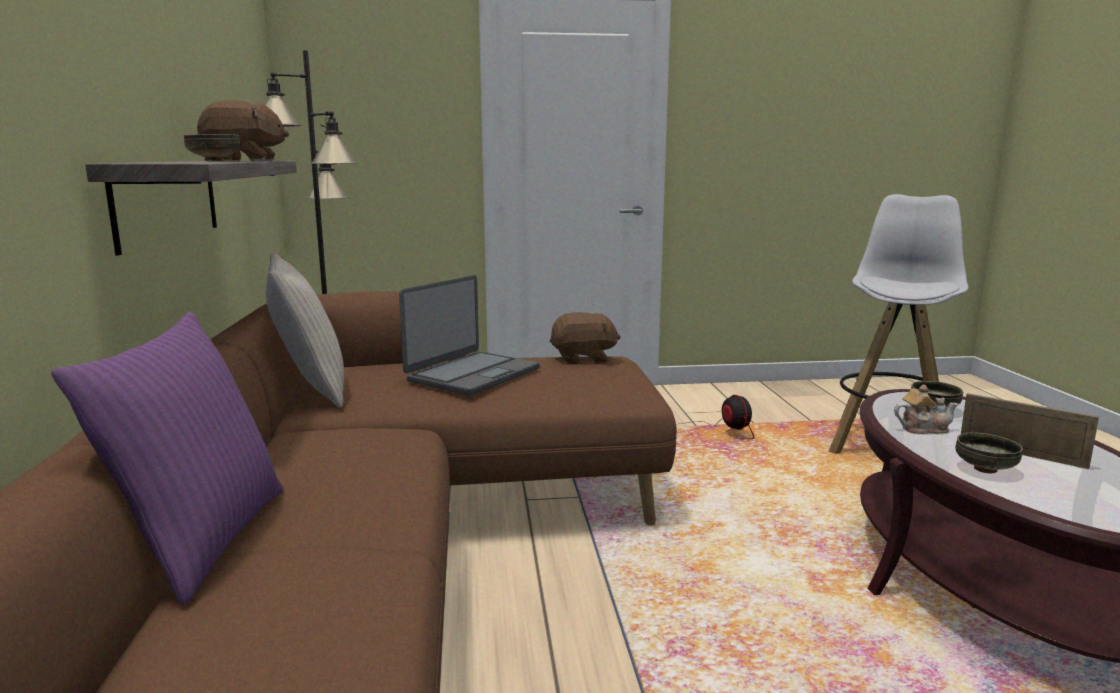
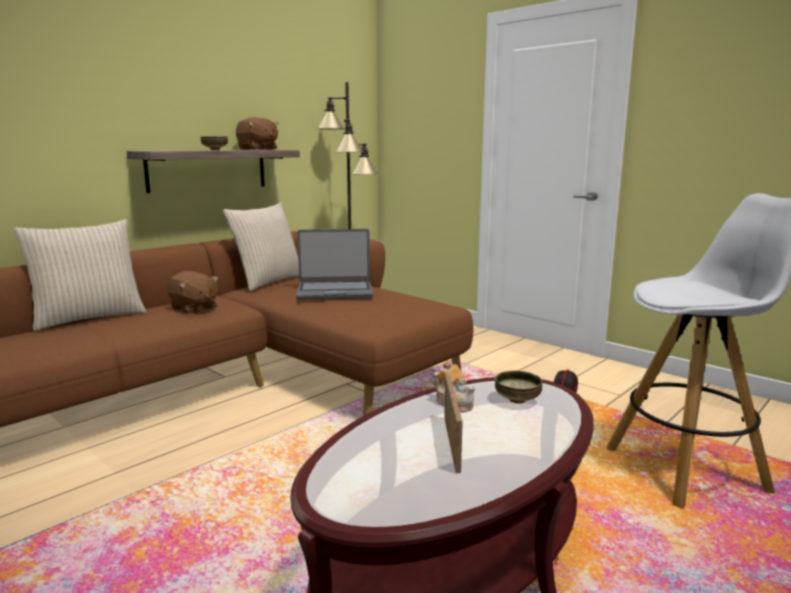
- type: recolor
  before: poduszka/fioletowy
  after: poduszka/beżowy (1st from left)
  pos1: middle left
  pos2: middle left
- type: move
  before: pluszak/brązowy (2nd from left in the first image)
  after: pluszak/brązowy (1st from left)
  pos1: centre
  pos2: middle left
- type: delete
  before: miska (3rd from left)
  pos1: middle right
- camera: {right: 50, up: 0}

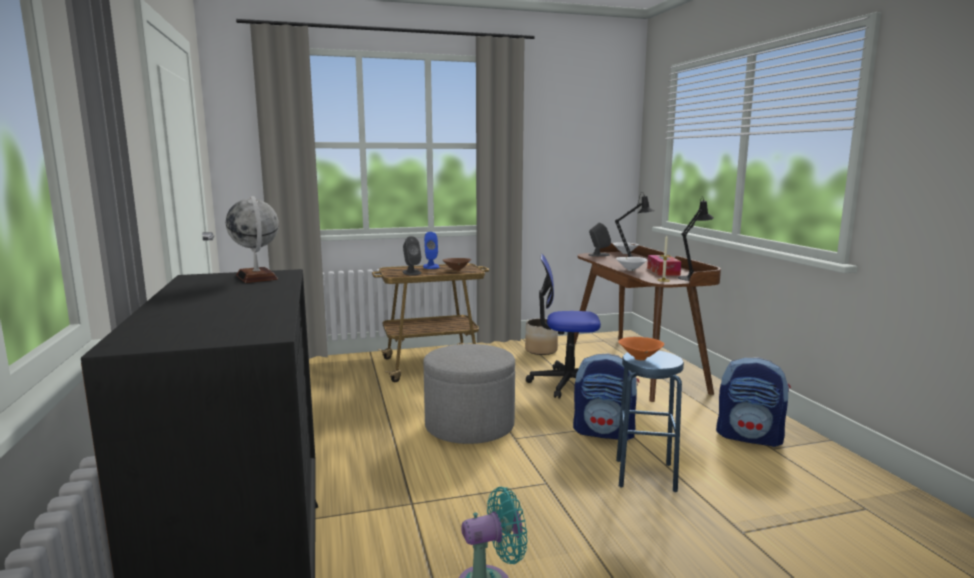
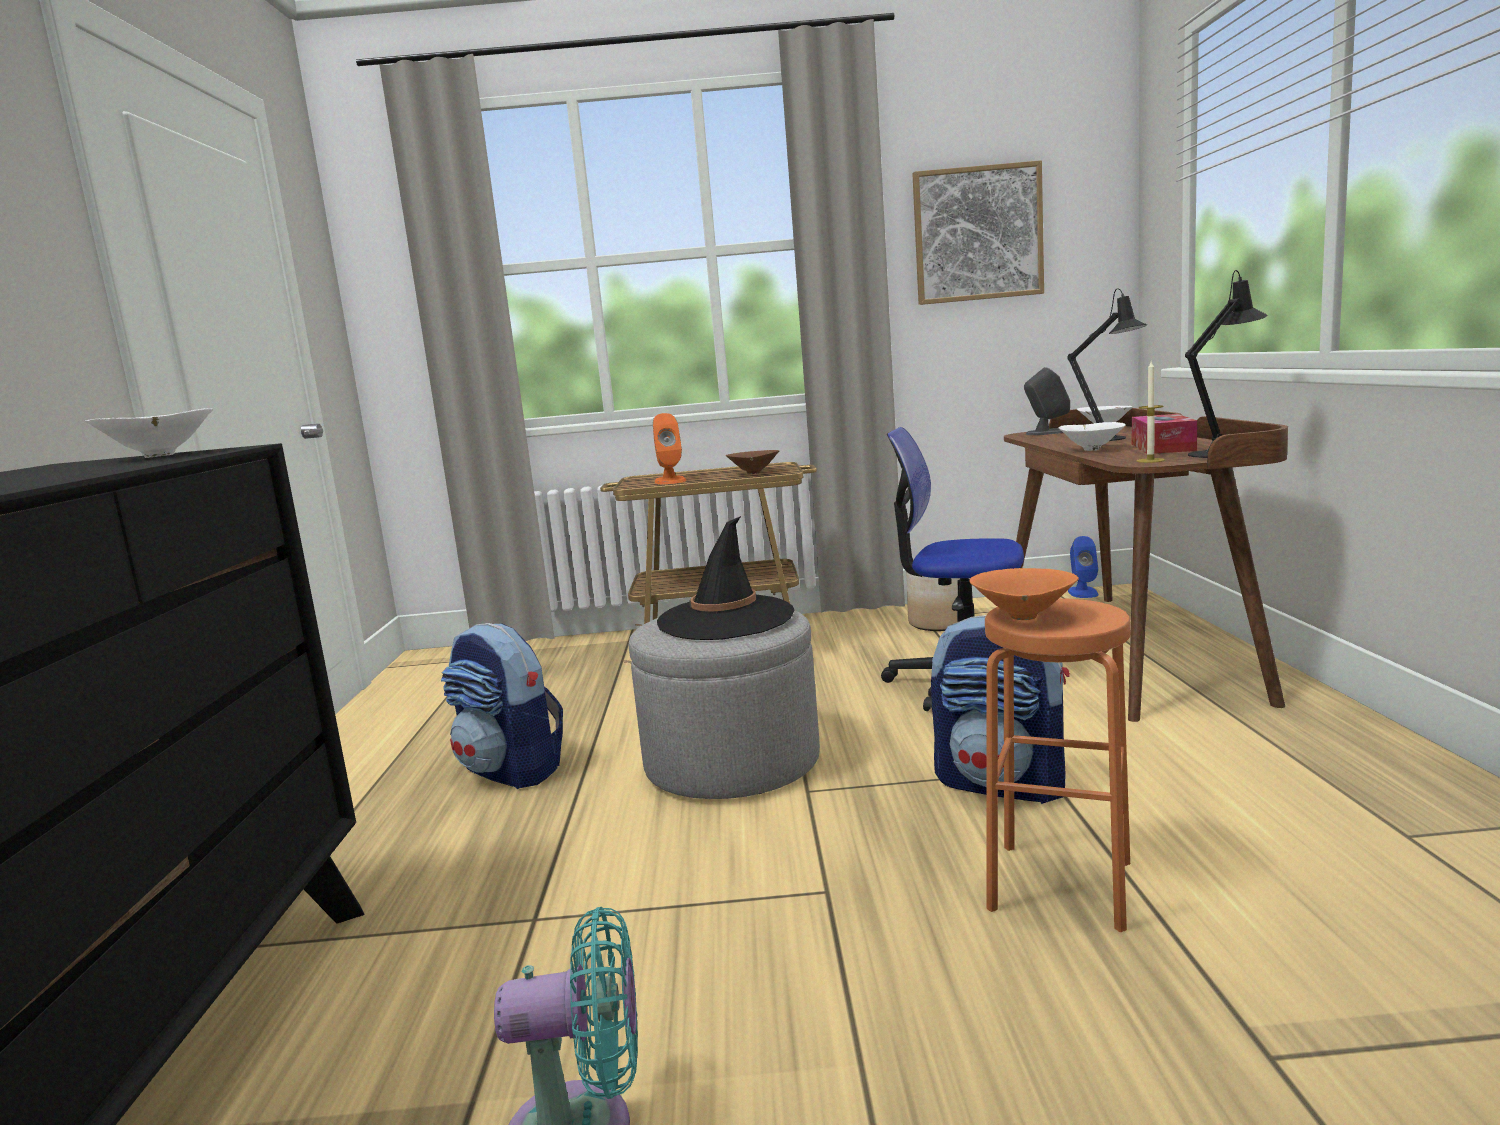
- type: replace
  before: globus
  after: miska/biały (1st from left)
  pos1: middle left
  pos2: middle left
- type: move
  before: plecak (2nd from left in the first image)
  after: plecak (1st from left)
  pos1: bottom right
  pos2: centre
- type: recolor
  before: głośnik/szary (1st from left)
  after: głośnik/pomarańczowy
  pos1: centre
  pos2: centre
- type: insert
  after: kapelusz/czarny
  pos2: centre
- type: insert
  after: obraz
  pos2: top centre
- type: recolor
  before: stołek/niebieski
  after: stołek/pomarańczowy
  pos1: bottom right
  pos2: bottom right
- type: move
  before: głośnik/niebieski
  pos1: centre
  pos2: middle right
- camera: {right: 15, up: 0}

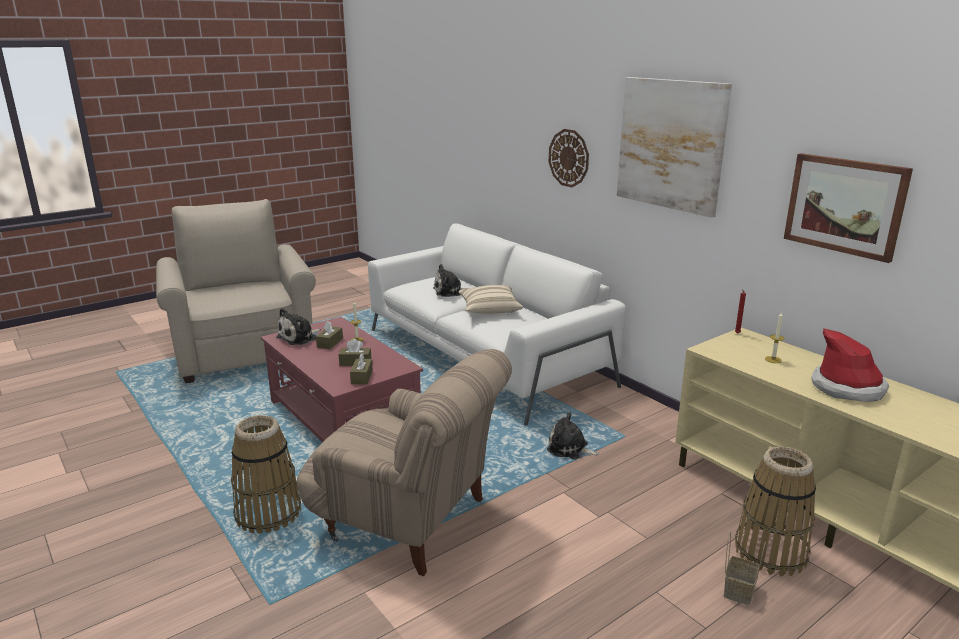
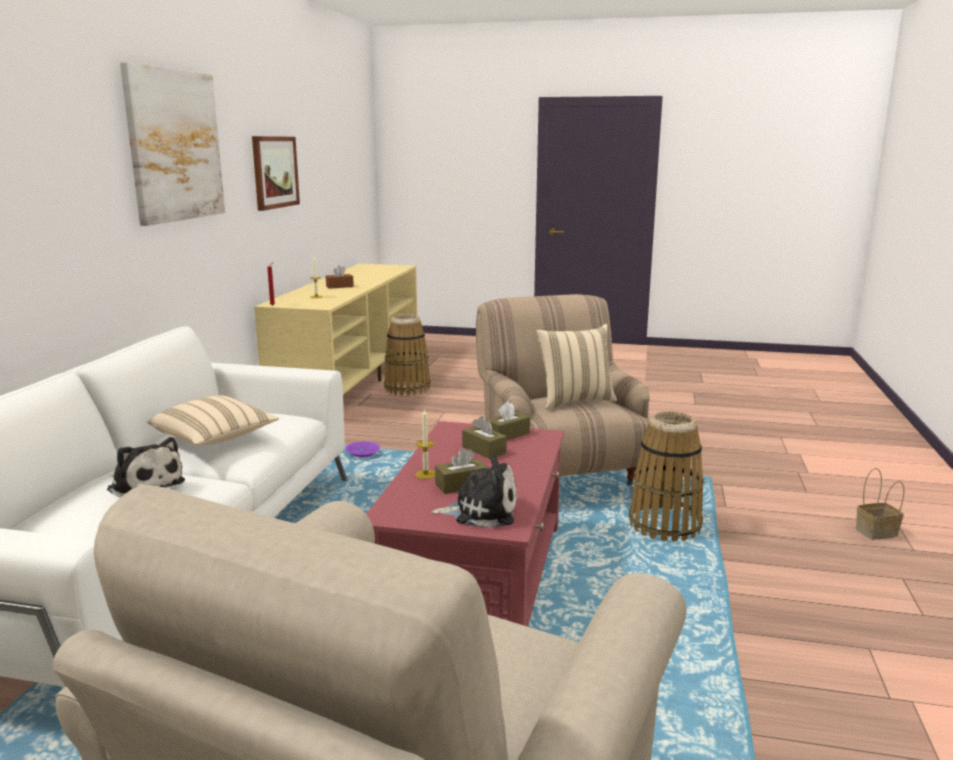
- type: replace
  before: kapelusz
  after: pudełko chusteczek/brązowy (1st from left)
  pos1: middle right
  pos2: centre
- type: replace
  before: pluszak (3rd from left)
  after: miska/fioletowy
  pos1: bottom centre
  pos2: centre
- type: insert
  after: poduszka/beżowy (2nd from left)
  pos2: centre
- type: move
  before: koszyk (2nd from left in the first image)
  after: koszyk (3rd from left)
  pos1: bottom right
  pos2: middle right
- type: delete
  before: zegar ścienny
  pos1: top centre
- camera: {right: -130, up: -5}

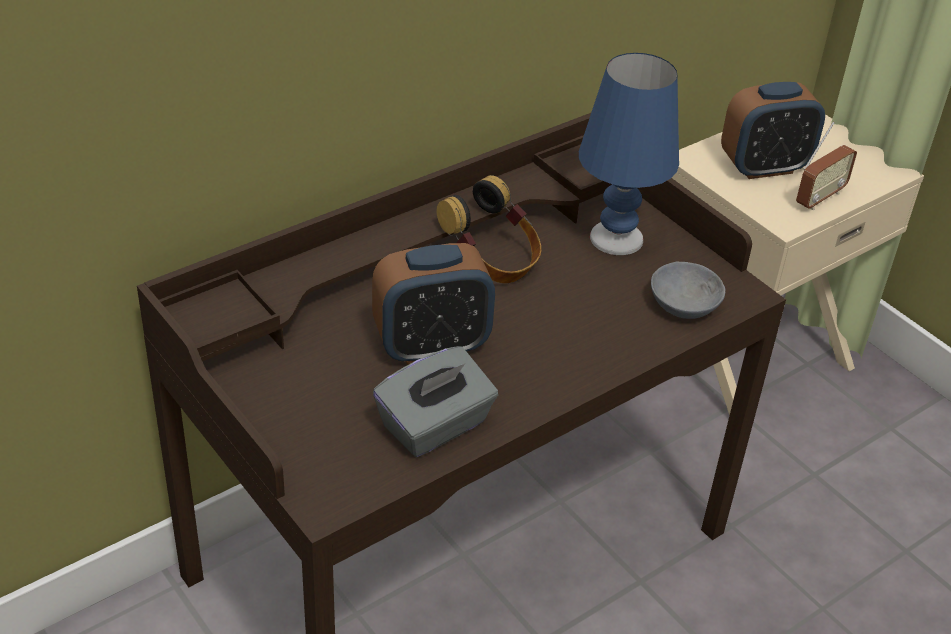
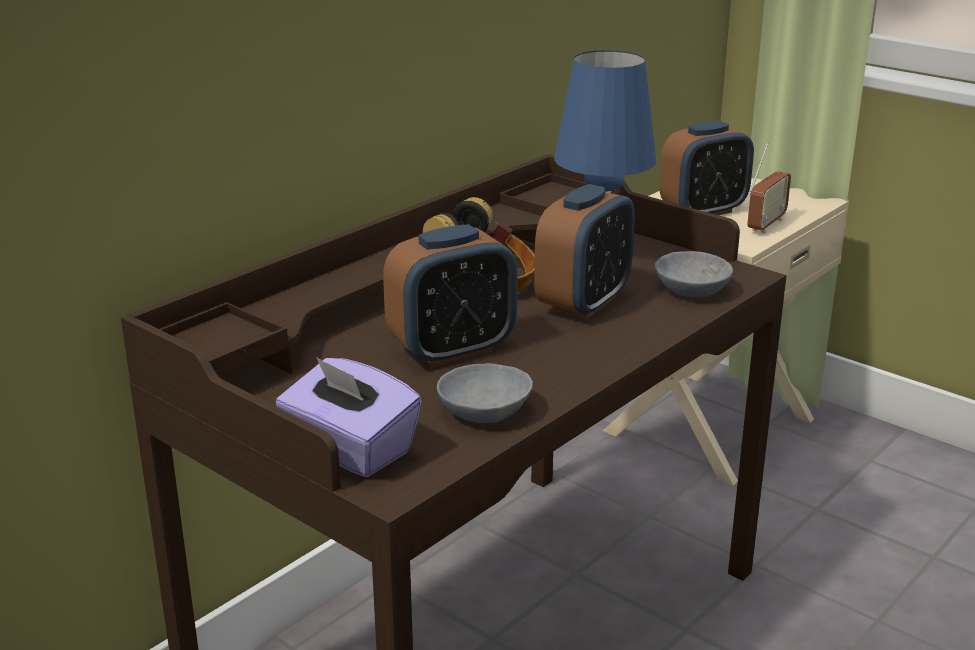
- type: insert
  after: pudełko chusteczek/fioletowy
  pos2: centre
- type: replace
  before: pudełko chusteczek/szary
  after: miska/szary (1st from left)
  pos1: centre
  pos2: centre
- type: insert
  after: budzik (2nd from left)
  pos2: centre
- camera: {right: -10, up: -15}

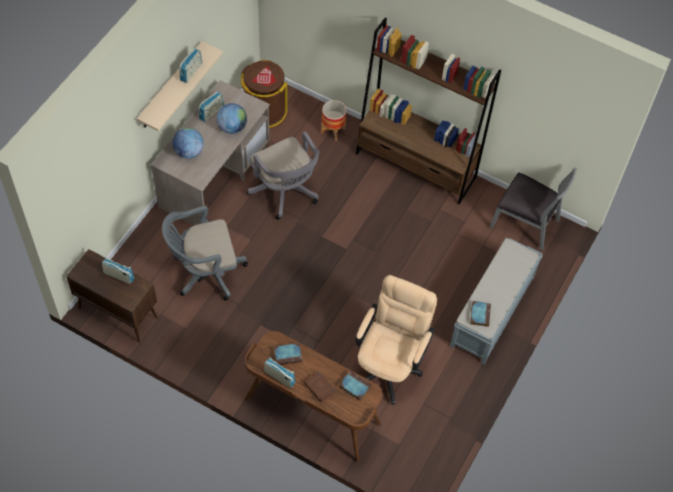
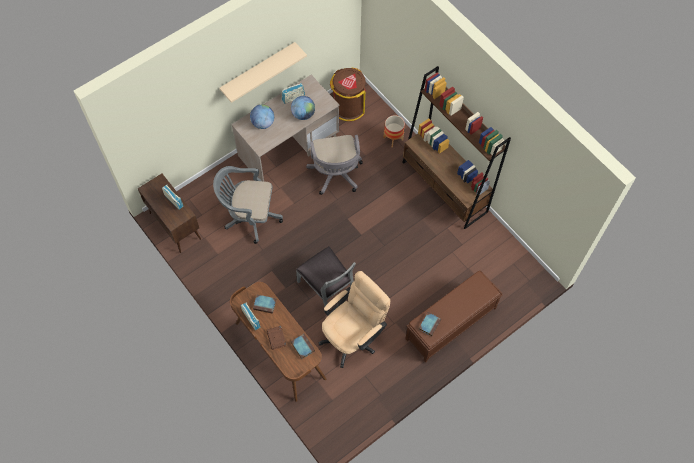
- type: move
  before: krzesło/szary
  pos1: middle right
  pos2: centre
- type: recolor
  before: ławka/szary
  after: ławka/brązowy
  pos1: middle right
  pos2: bottom centre
- type: delete
  before: radio (2nd from left)
  pos1: top left
- camera: {right: 25, up: 5}

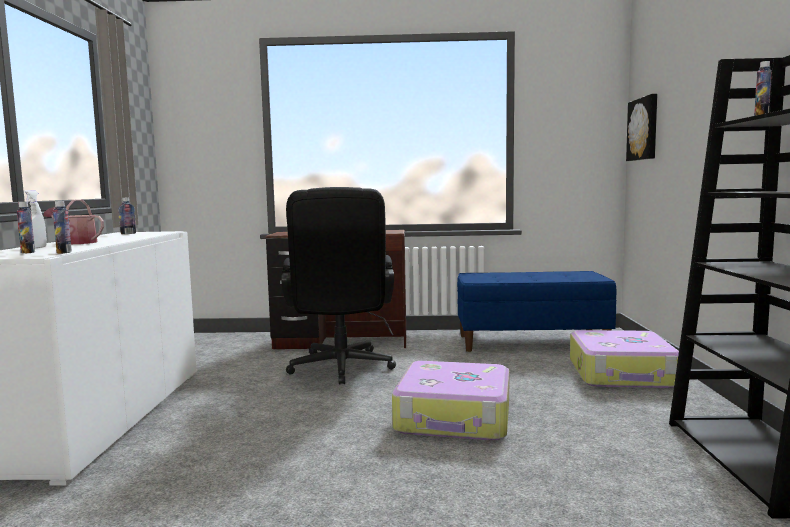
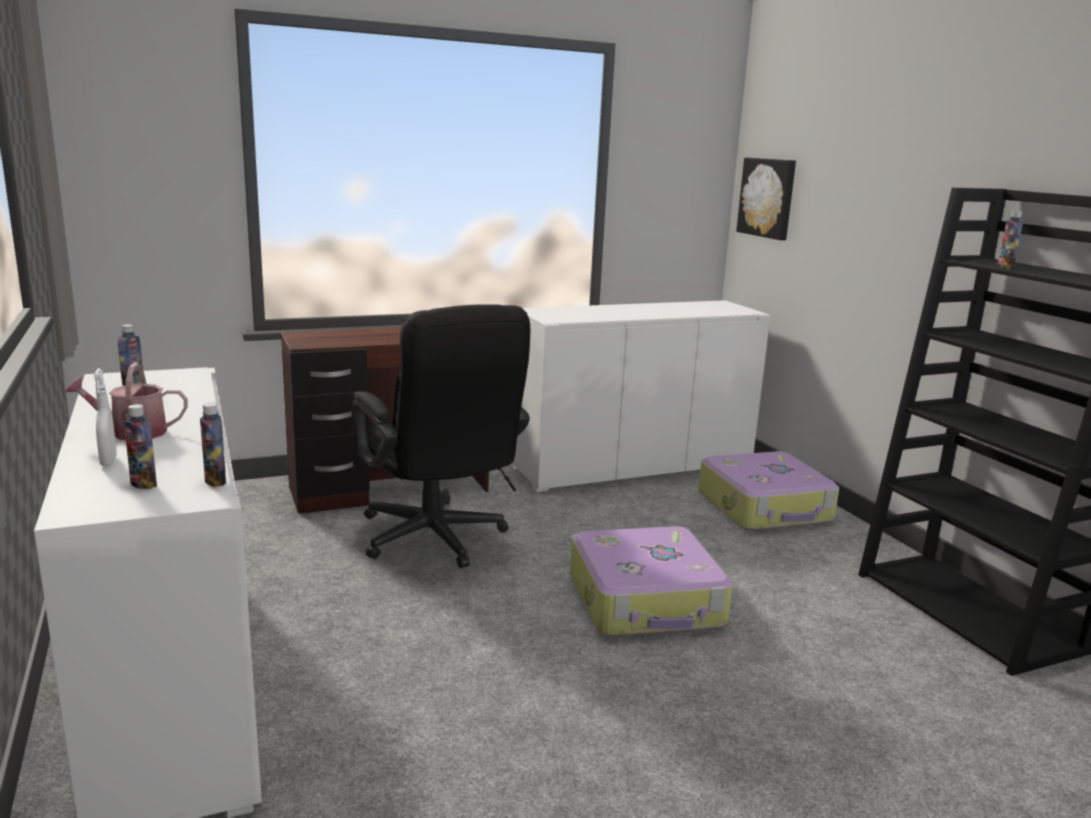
- type: replace
  before: ławka/niebieski
  after: szafka/biały (2nd from left)
  pos1: middle right
  pos2: centre
- camera: {right: -25, up: 10}

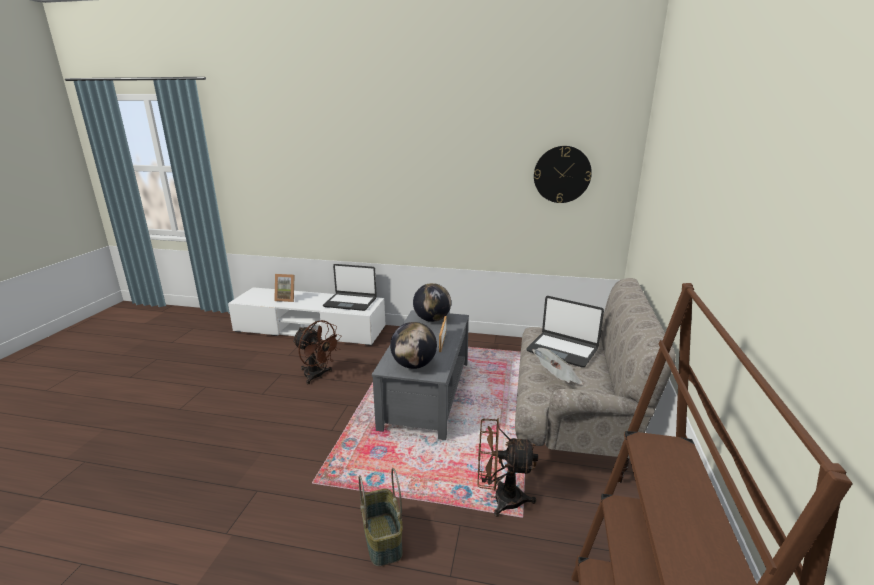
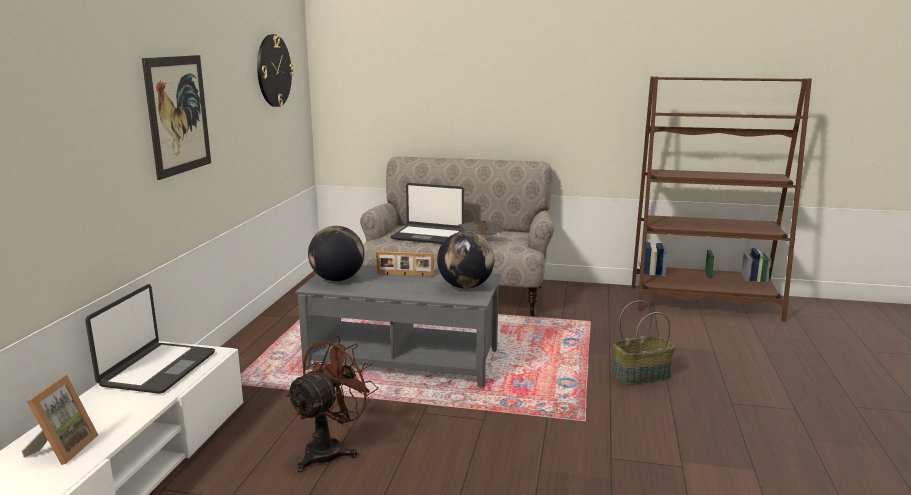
- type: insert
  after: obraz
  pos2: top left
- type: rotate
  before: laptop (2nd from left)
  pos1: centre
  pos2: centre
  turn: 75
- type: delete
  before: wentylator/brązowy (2nd from left)
  pos1: bottom centre
- camera: {right: -90, up: -5}

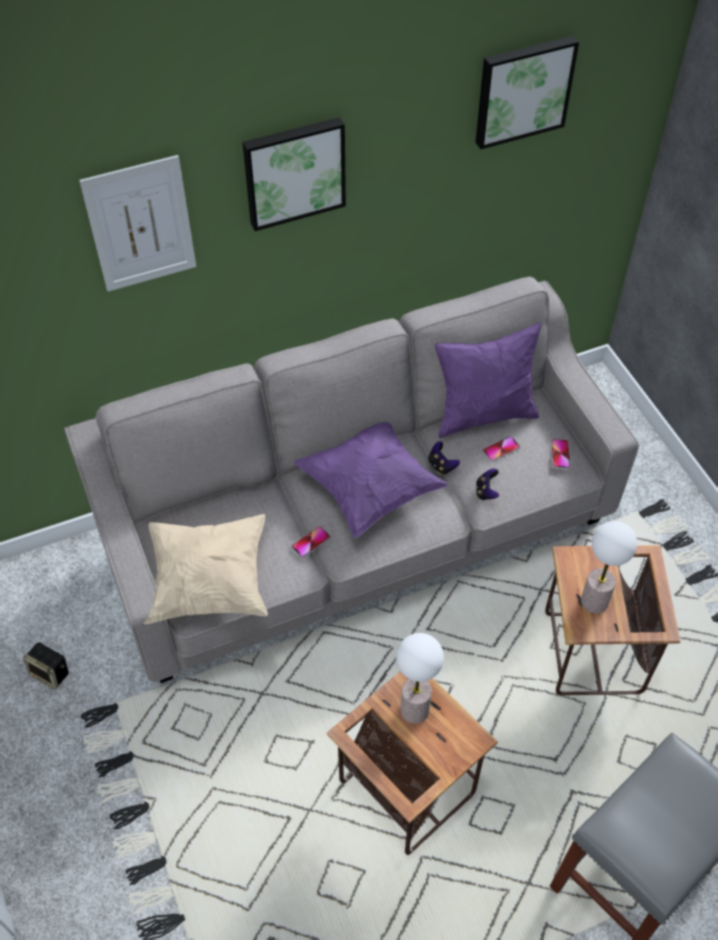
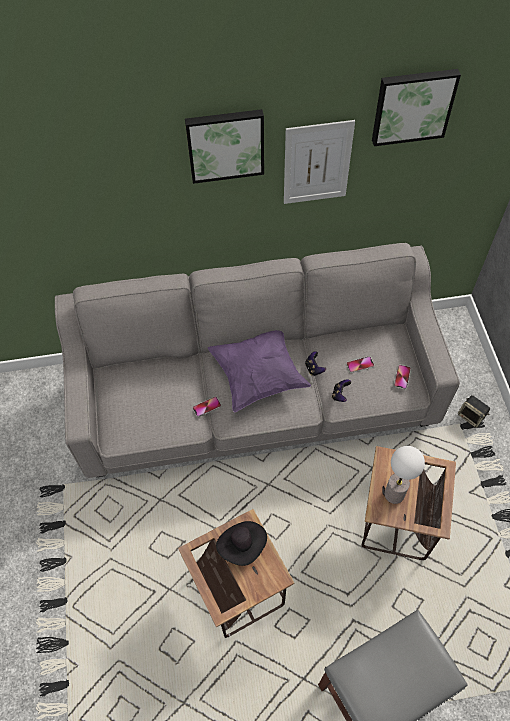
- type: replace
  before: lampa stołowa (1st from left)
  after: kapelusz/czarny
  pos1: bottom centre
  pos2: bottom centre
- type: move
  before: obraz (1st from left in the first image)
  after: obraz (2nd from left)
  pos1: top left
  pos2: top centre
- type: move
  before: głośnik
  pos1: bottom left
  pos2: middle right
- type: delete
  before: poduszka/beżowy
  pos1: middle left
- type: delete
  before: poduszka/fioletowy (2nd from left)
  pos1: middle right
- camera: {right: 15, up: 5}

